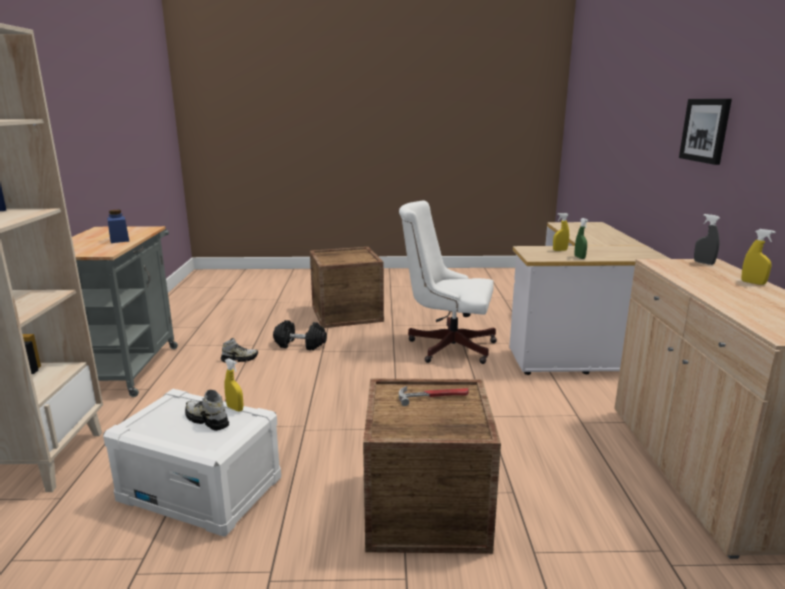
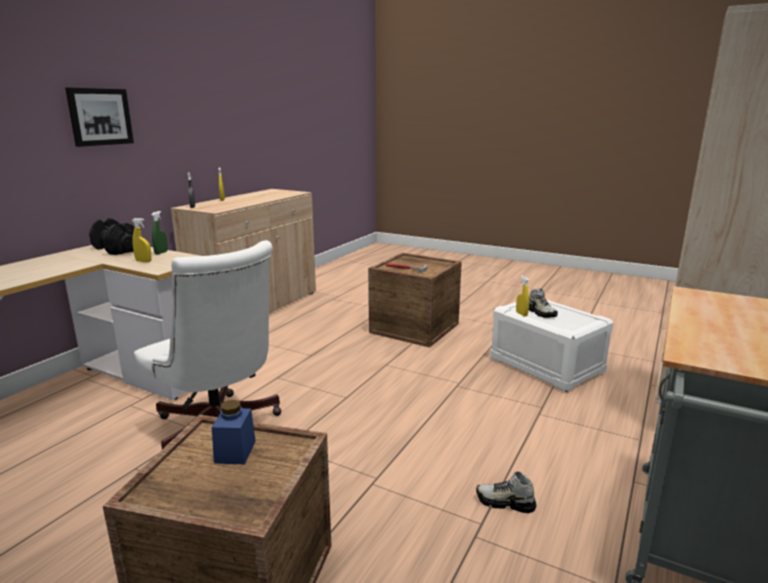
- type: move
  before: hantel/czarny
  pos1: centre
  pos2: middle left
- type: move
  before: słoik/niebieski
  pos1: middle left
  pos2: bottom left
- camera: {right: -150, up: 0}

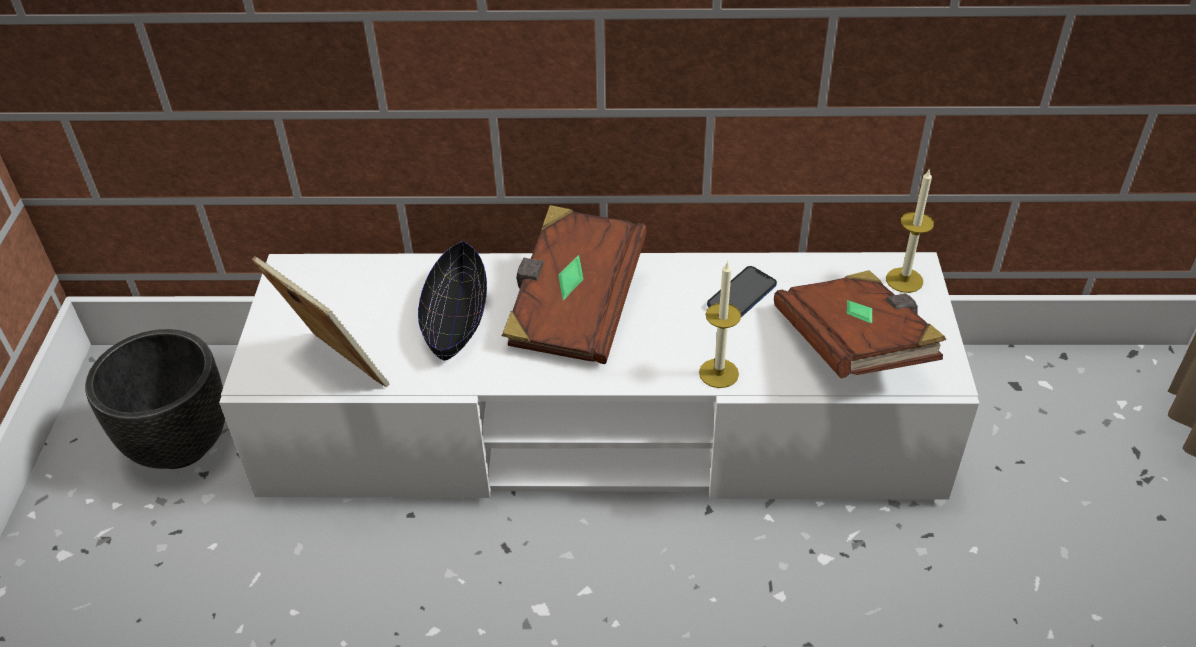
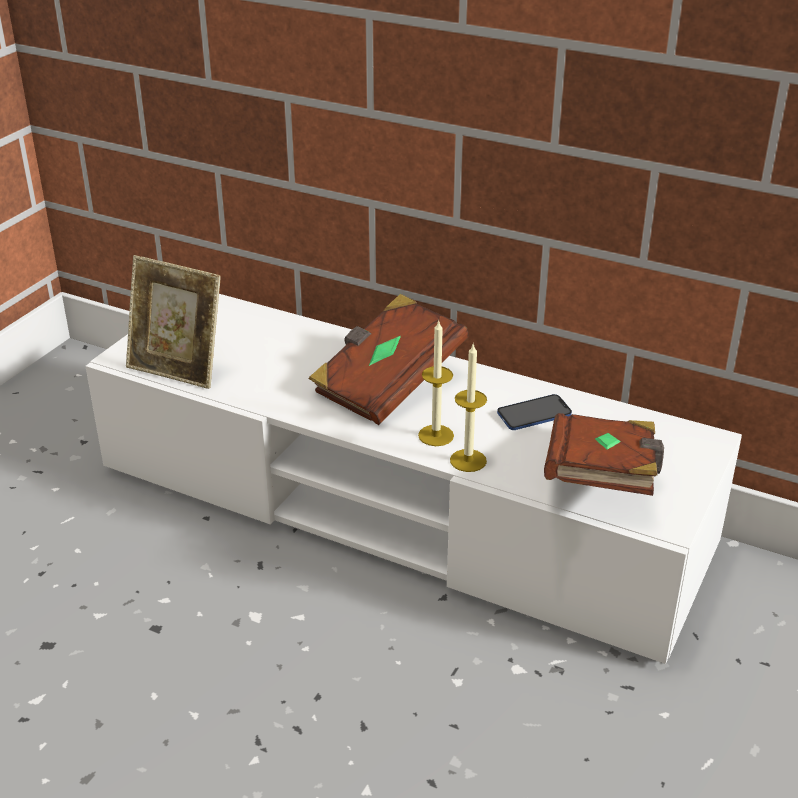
- type: rotate
  before: ramka na zdjęcie
  pos1: middle left
  pos2: middle left
  turn: 135
- type: move
  before: świeca (2nd from left in the first image)
  after: świeca (1st from left)
  pos1: middle right
  pos2: centre
- type: delete
  before: donica/czarny
  pos1: middle left
- type: delete
  before: miska/czarny
  pos1: centre
- camera: {right: 25, up: -10}

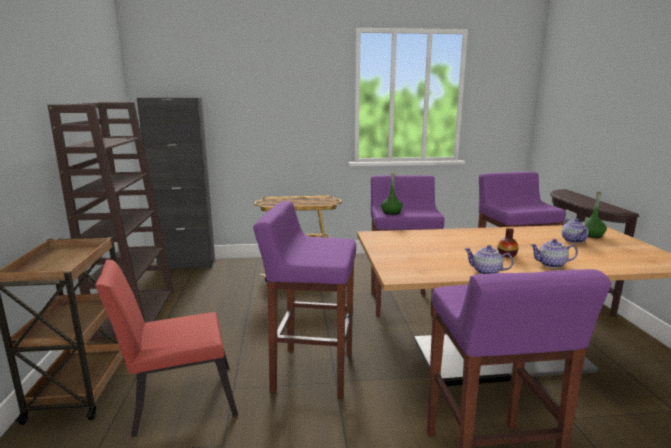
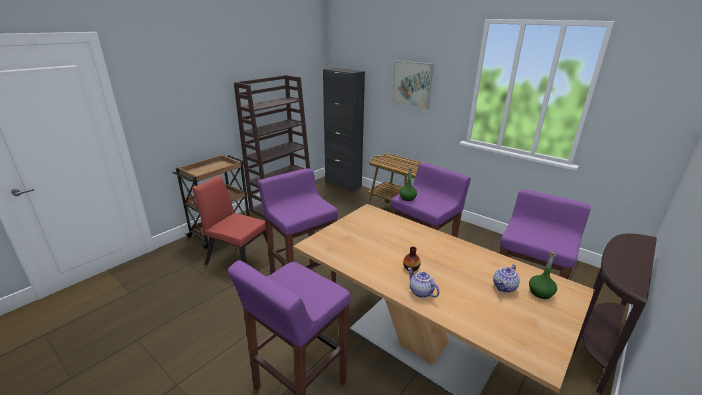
- type: insert
  after: obraz
  pos2: top centre
- type: delete
  before: imbryk (1st from left)
  pos1: middle right
- camera: {right: 45, up: 10}

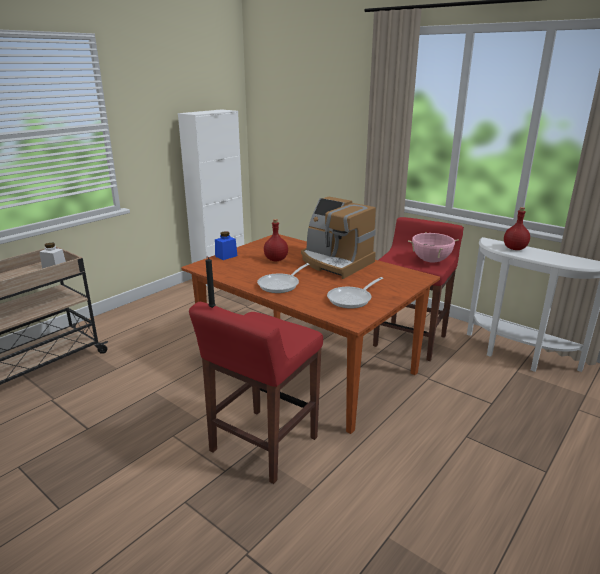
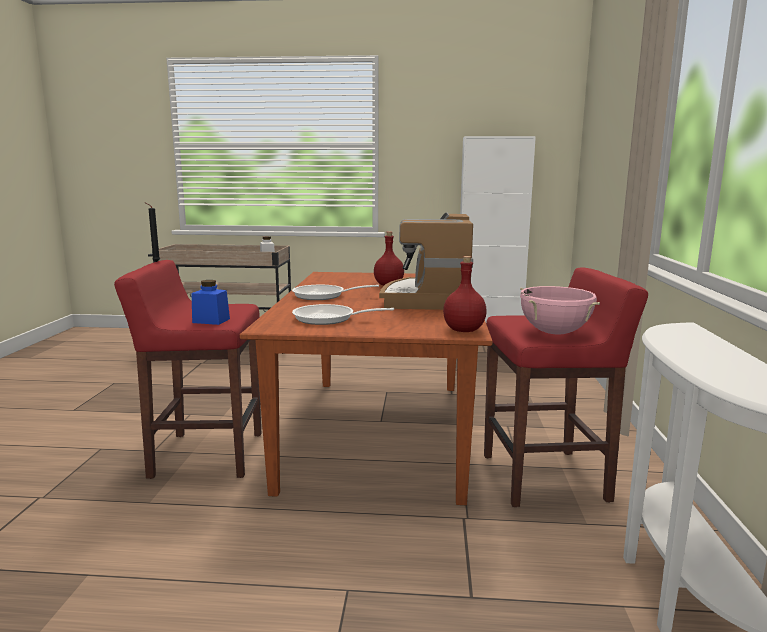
- type: move
  before: słoik/niebieski
  pos1: centre
  pos2: middle left
- type: move
  before: butelka/czerwony (2nd from left)
  pos1: middle right
  pos2: centre
- camera: {right: 55, up: -10}

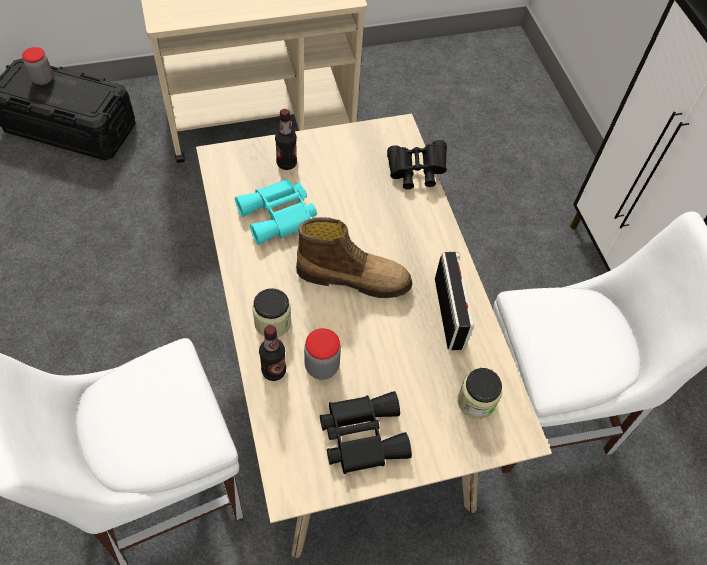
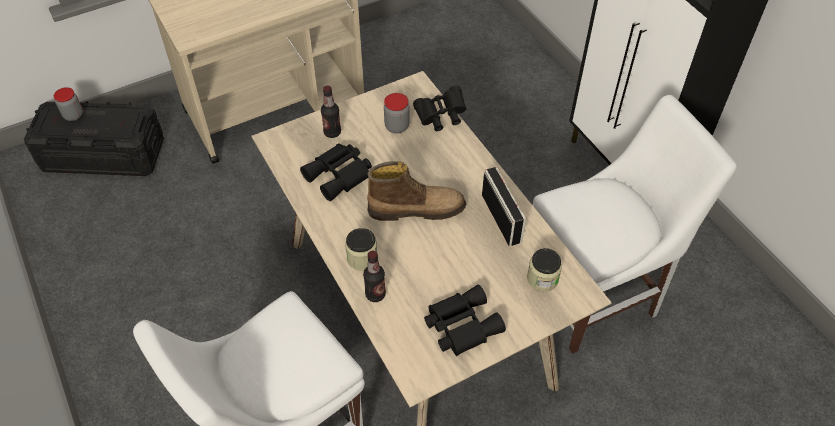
- type: recolor
  before: lornetka/turkusowy
  after: lornetka/czarny (1st from left)
  pos1: centre
  pos2: centre
- type: move
  before: słoik (3rd from left)
  pos1: centre
  pos2: top centre
- camera: {right: -10, up: -5}

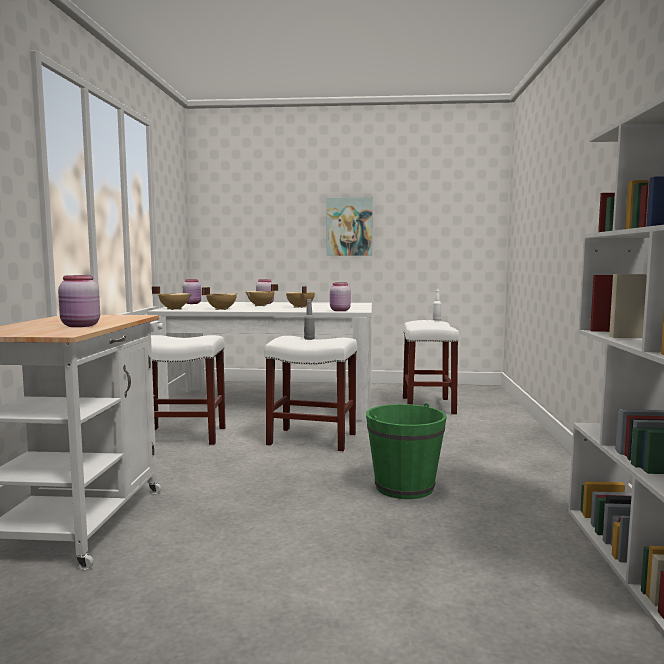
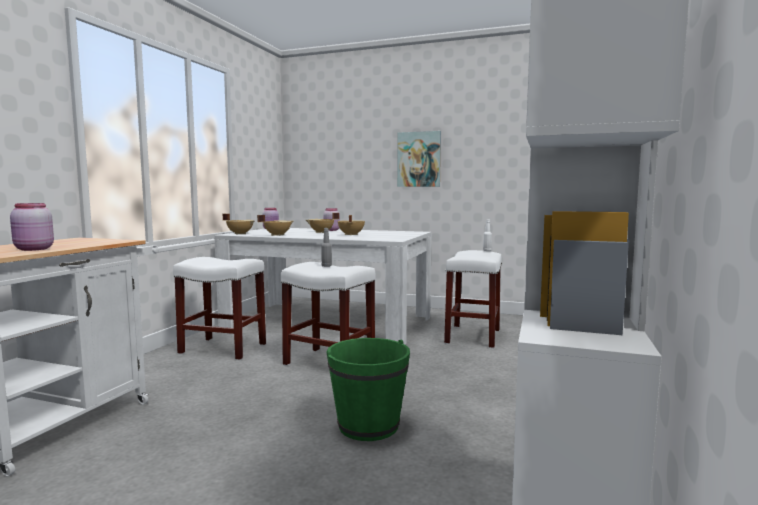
- type: delete
  before: słoik/różowy (4th from left)
  pos1: centre
- camera: {right: 15, up: 0}

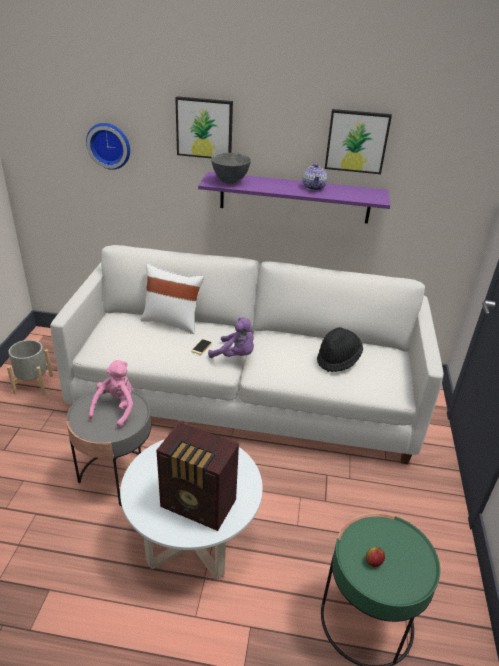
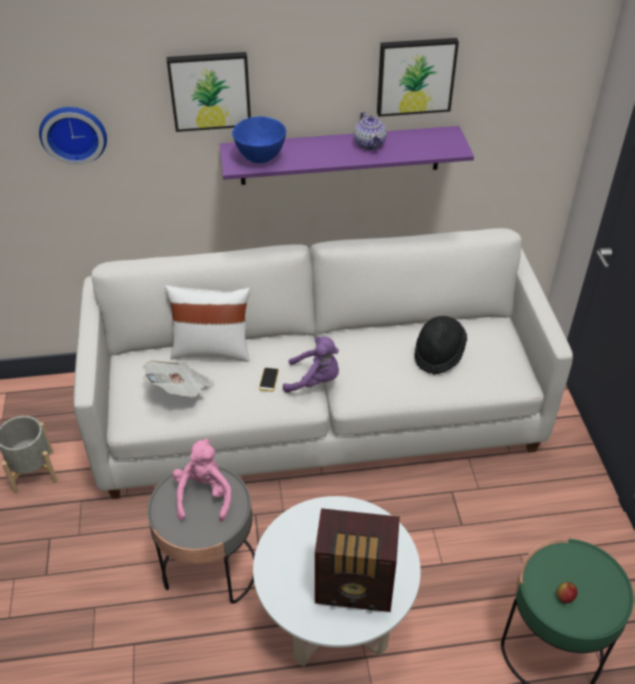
- type: insert
  after: gazeta
  pos2: middle left
- type: recolor
  before: miska/szary
  after: miska/niebieski
  pos1: top centre
  pos2: top centre
- camera: {right: -15, up: 10}

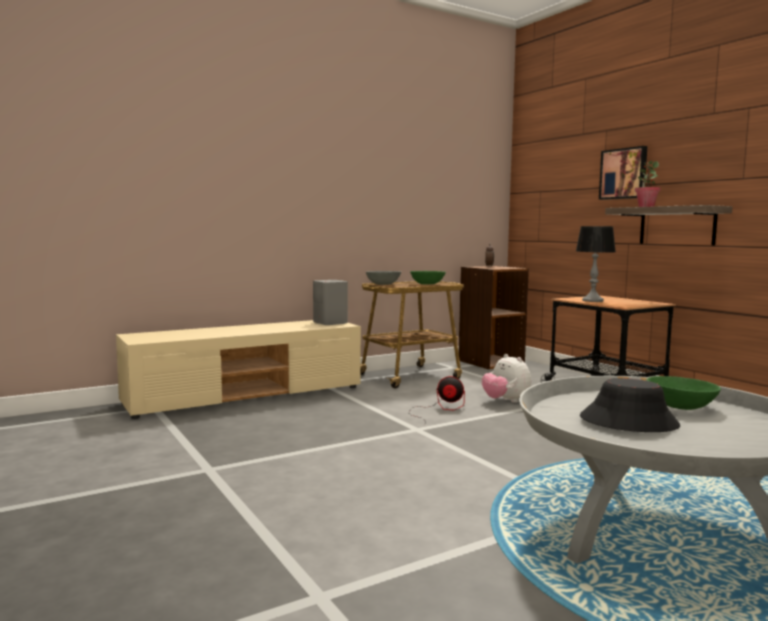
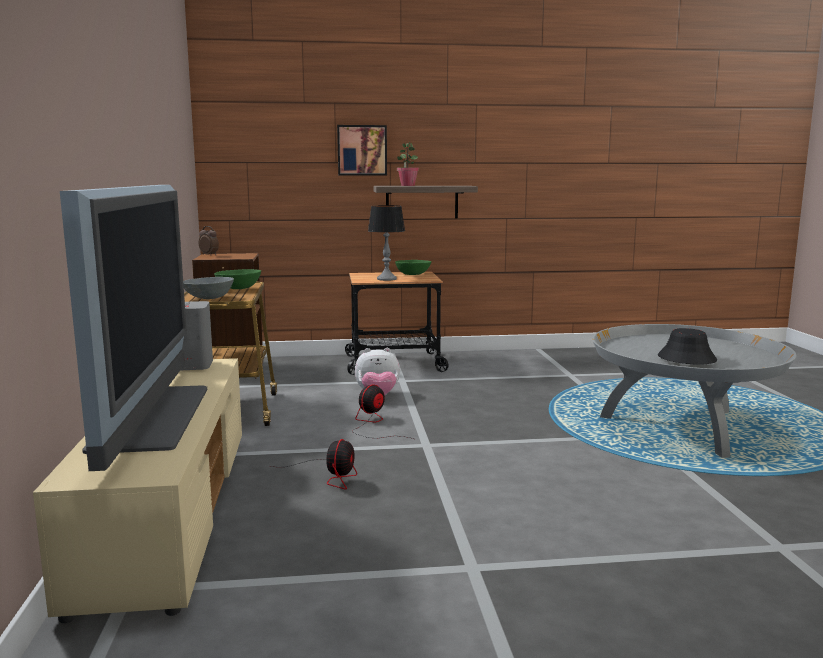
- type: insert
  after: telewizor
  pos2: middle left
- type: insert
  after: wentylator (1st from left)
  pos2: bottom centre
- type: move
  before: miska/zielony (2nd from left)
  pos1: middle right
  pos2: centre
- camera: {right: -65, up: 5}

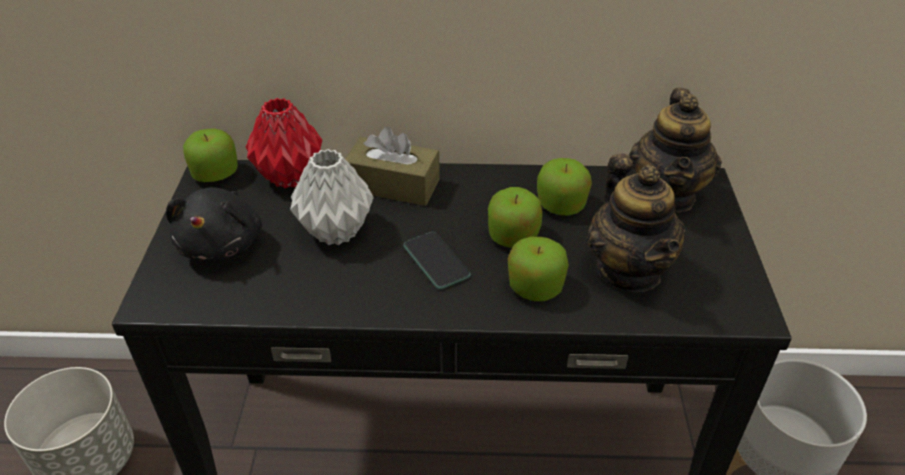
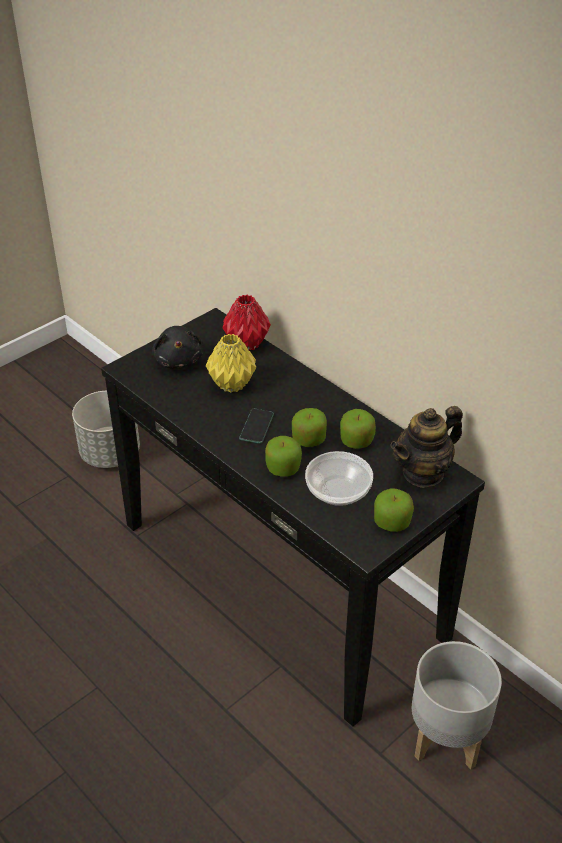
- type: rotate
  before: pluszak/czarny
  pos1: middle left
  pos2: middle left
  turn: -60
- type: recolor
  before: wazon/szary
  after: wazon/żółty
  pos1: centre
  pos2: centre
- type: replace
  before: imbryk (1st from left)
  after: miska
  pos1: middle right
  pos2: centre
- type: move
  before: jabłko (1st from left in the first image)
  after: jabłko (4th from left)
  pos1: top left
  pos2: middle right
- type: delete
  before: pudełko chusteczek/brązowy
  pos1: centre
- camera: {right: 45, up: 0}

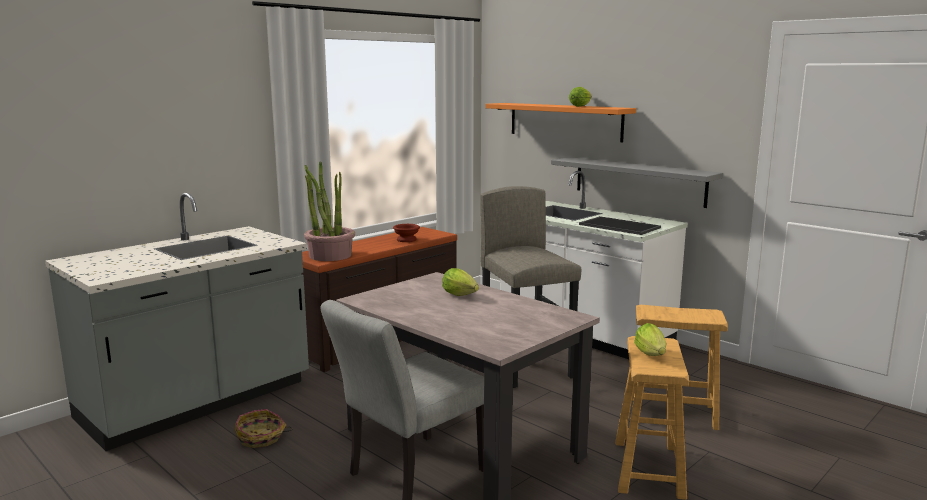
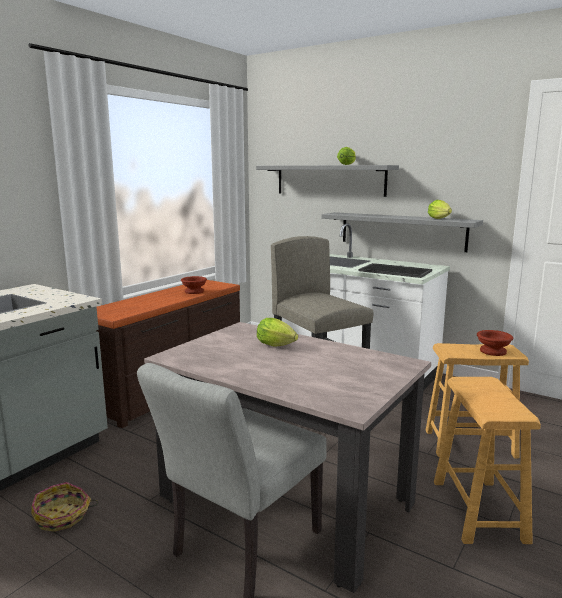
- type: recolor
  before: półka/pomarańczowy
  after: półka/szary (1st from left)
  pos1: top centre
  pos2: top centre
- type: move
  before: sałata (3rd from left)
  pos1: bottom right
  pos2: middle right
- type: insert
  after: miska/brązowy (2nd from left)
  pos2: middle right
- type: delete
  before: roślina doniczkowa
  pos1: centre
- camera: {right: -10, up: 0}

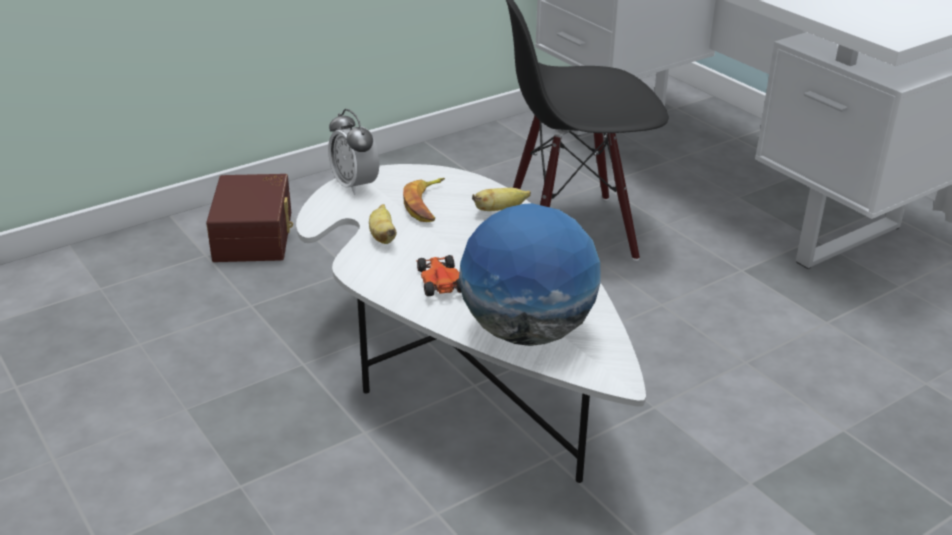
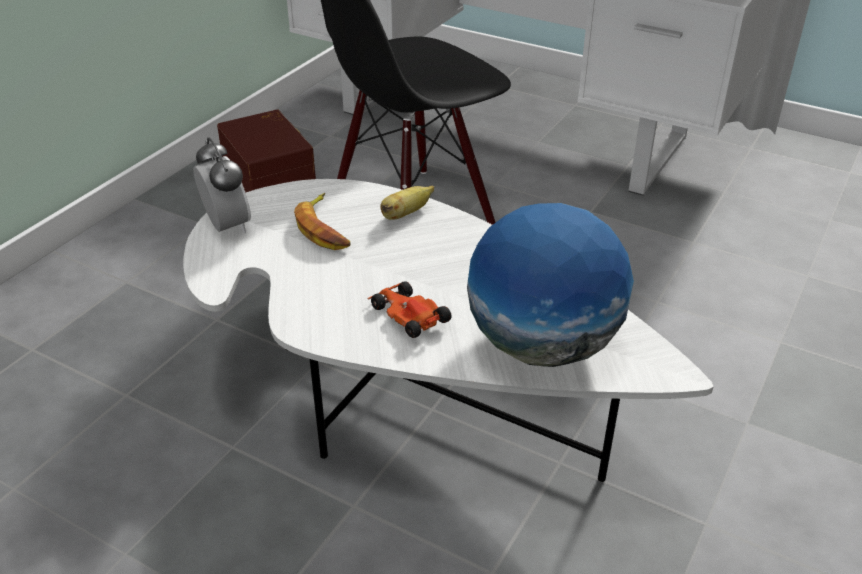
- type: rotate
  before: budzik
  pos1: top centre
  pos2: top left
  turn: -150
- type: move
  before: pojemnik do przechowywania/brązowy
  pos1: middle left
  pos2: top left
- type: delete
  before: banan (1st from left)
  pos1: centre
- camera: {right: -25, up: 5}

